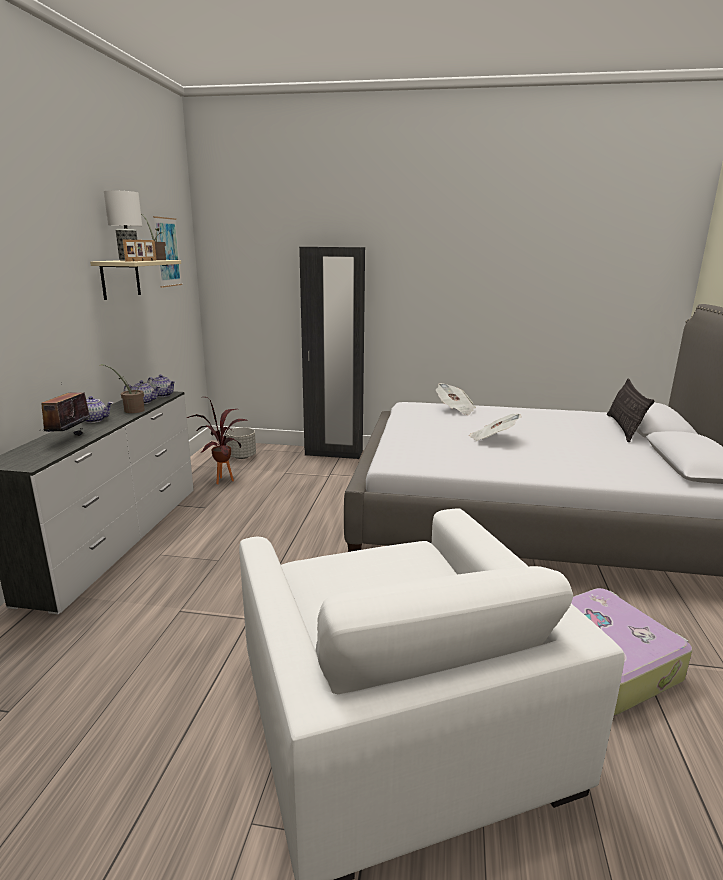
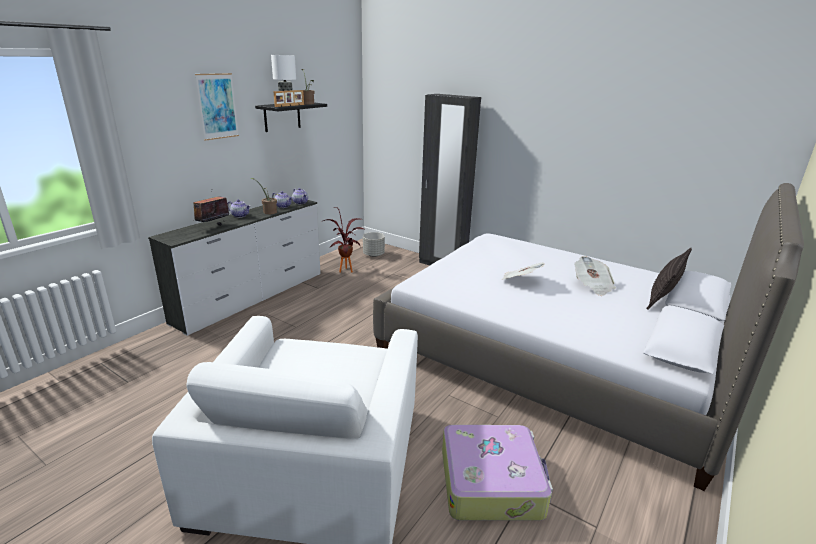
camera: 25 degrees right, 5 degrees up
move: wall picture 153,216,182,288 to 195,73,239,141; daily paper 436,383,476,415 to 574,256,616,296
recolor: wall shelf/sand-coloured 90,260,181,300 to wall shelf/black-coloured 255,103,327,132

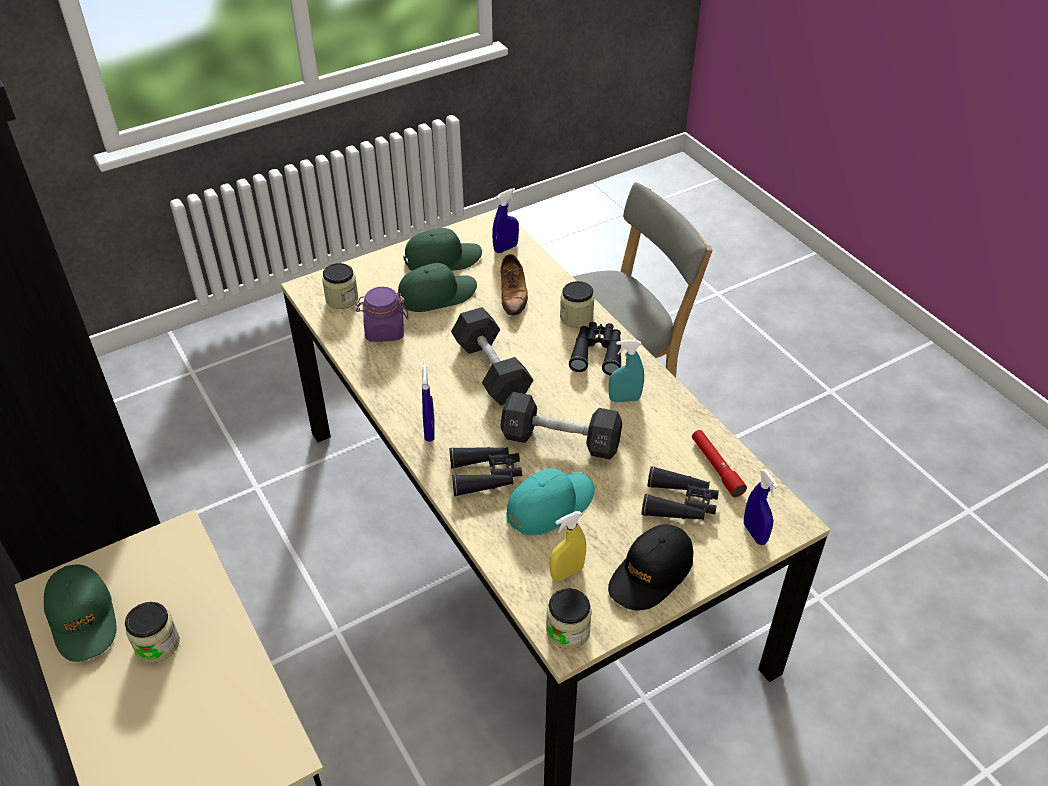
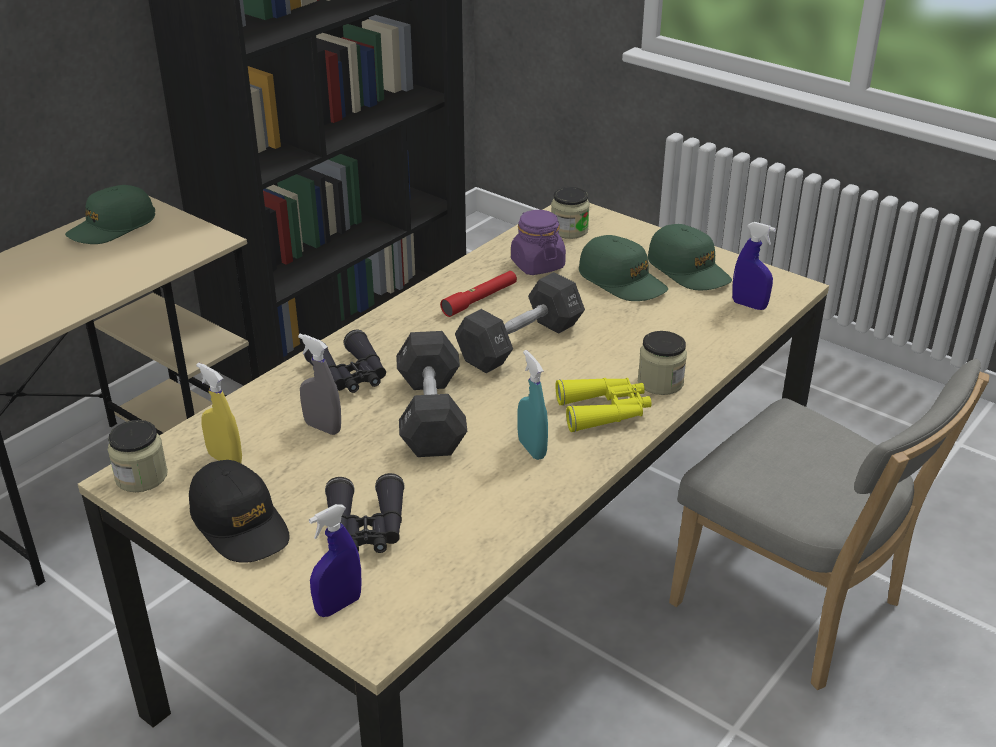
camera: 70 degrees right, 10 degrees down
delete: jar 125,602,180,663; spray bottle/blue-coloured 422,364,435,442; item of footwear 501,254,528,316
move: torch/red 692,430,747,497 to 440,271,517,317
replace: baseball cap/turquoise 507,468,595,535 to spray bottle/greyish 298,334,341,435
recolor: binoculars/black-coloured 569,322,621,376 to binoculars/yellow 555,378,652,432
rotate: baseball cap/black-coloured 608,524,693,610 = 189,460,290,563 150 degrees counterclockwise

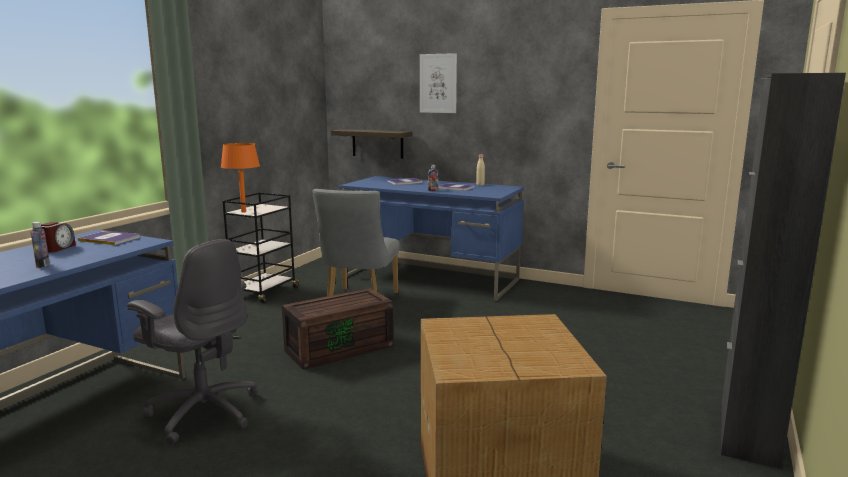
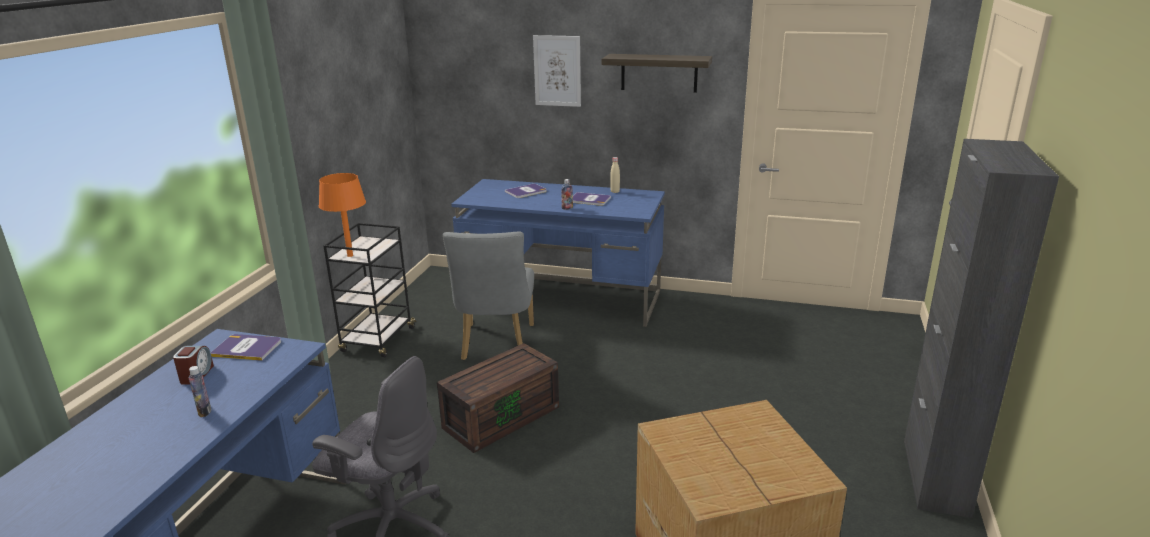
camera: 10 degrees left, 10 degrees up
move: wall shelf 331,129,412,159 to 602,54,712,93

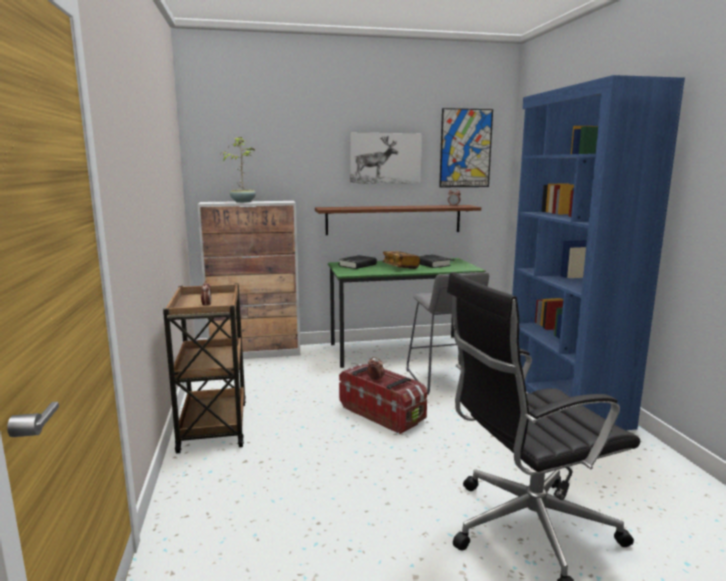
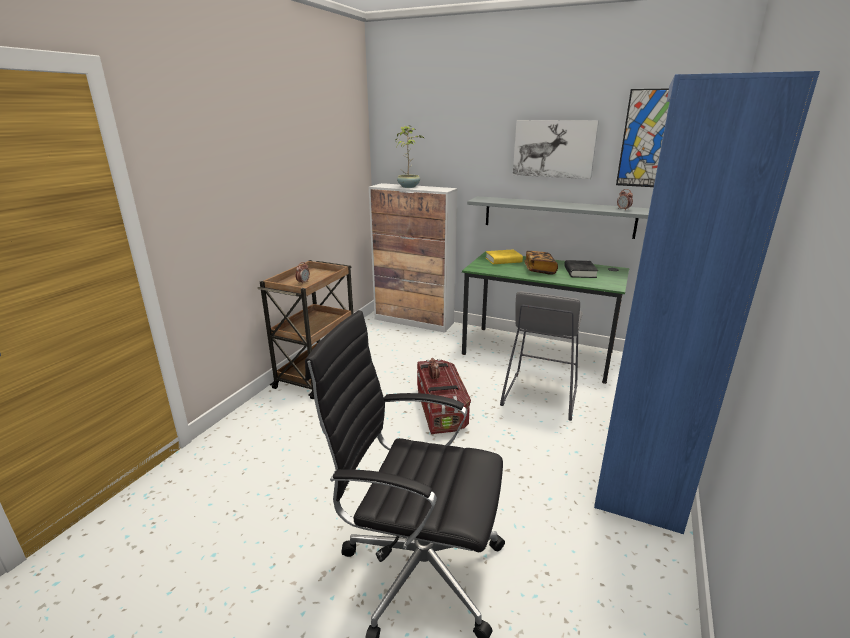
camera: 35 degrees right, 10 degrees up
recolor: wall shelf/brownish 315,205,481,235 to wall shelf/greyish 467,196,650,239; book/black-coloured 339,255,377,269 to book/yellow 486,249,523,264

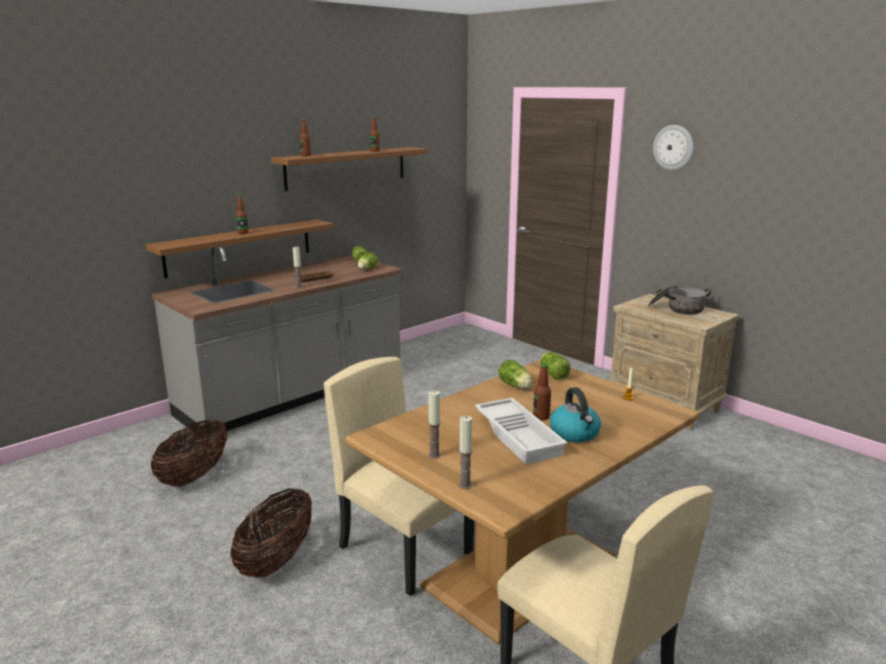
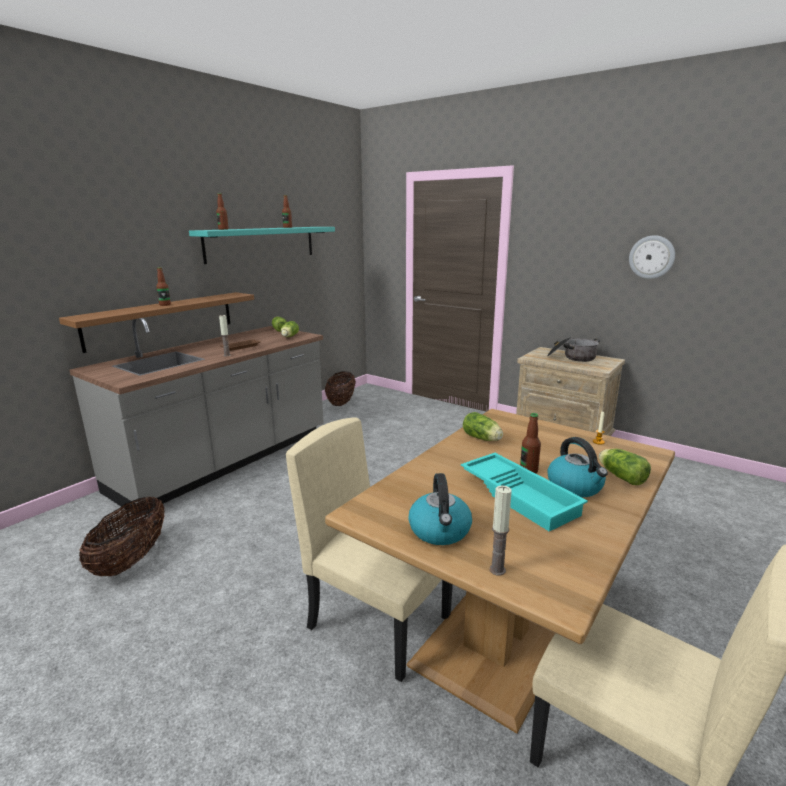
camera: 10 degrees left, 0 degrees up
move: basket 230,488,312,578 to 325,371,356,406; head of lettuce 541,352,570,380 to 599,449,651,485; clock on the wall 653,125,693,170 to 629,235,675,279
replace: wax candle 428,390,441,459 to tea kettle 408,473,472,545
recolor: wall shelf/brownish 271,147,429,191 to wall shelf/turquoise 189,227,335,264; tray/white-coloured 475,398,568,464 to tray/turquoise 461,453,588,532

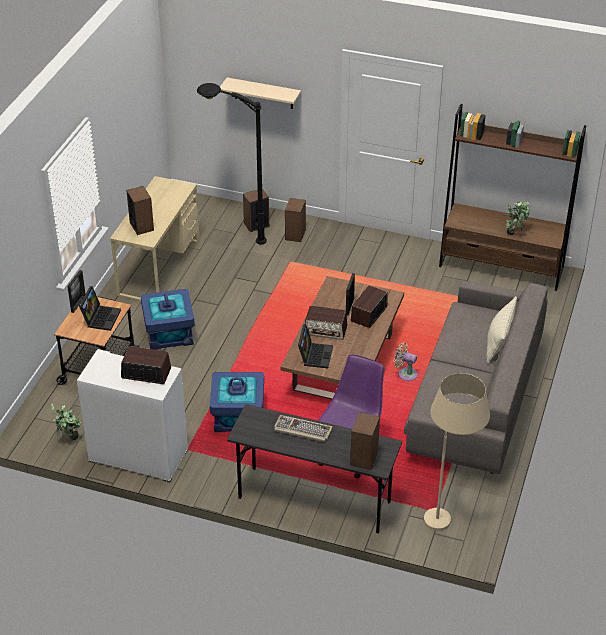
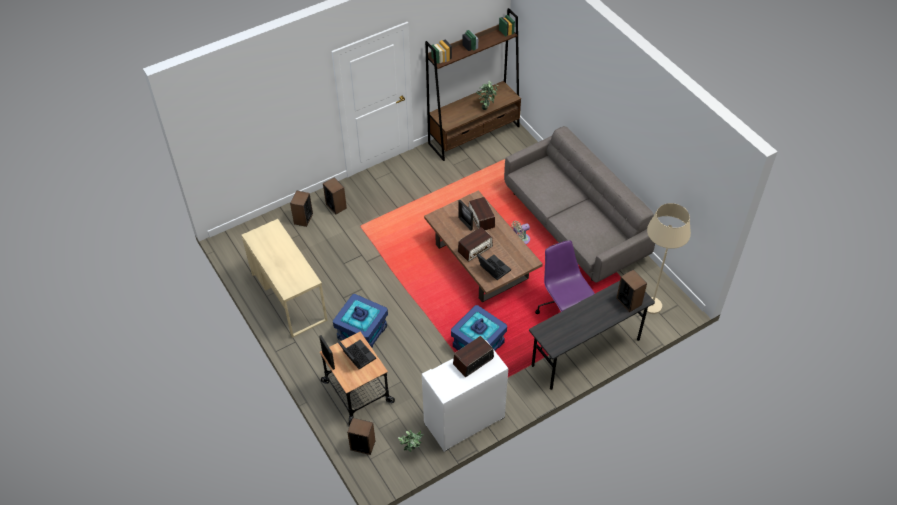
camera: 50 degrees left, 10 degrees up
delete: standing lamp/black-coloured 197,83,267,245; wall shelf/sand-coloured 220,77,301,109; keyboard 274,415,333,442; cushion/sand-coloured 486,296,517,363
move: speaker 126,186,154,235 to 347,418,375,455

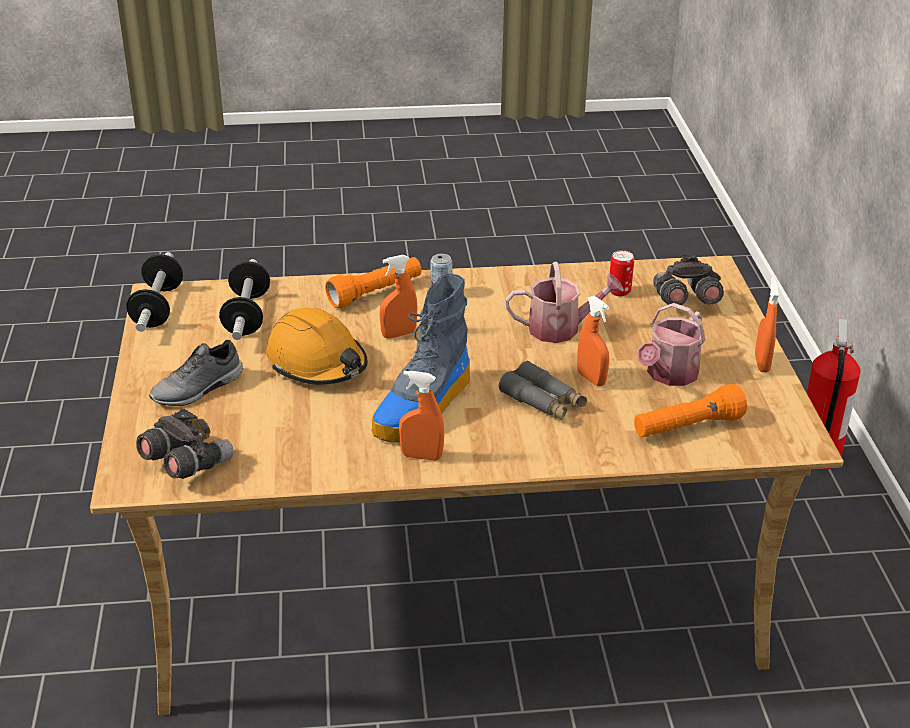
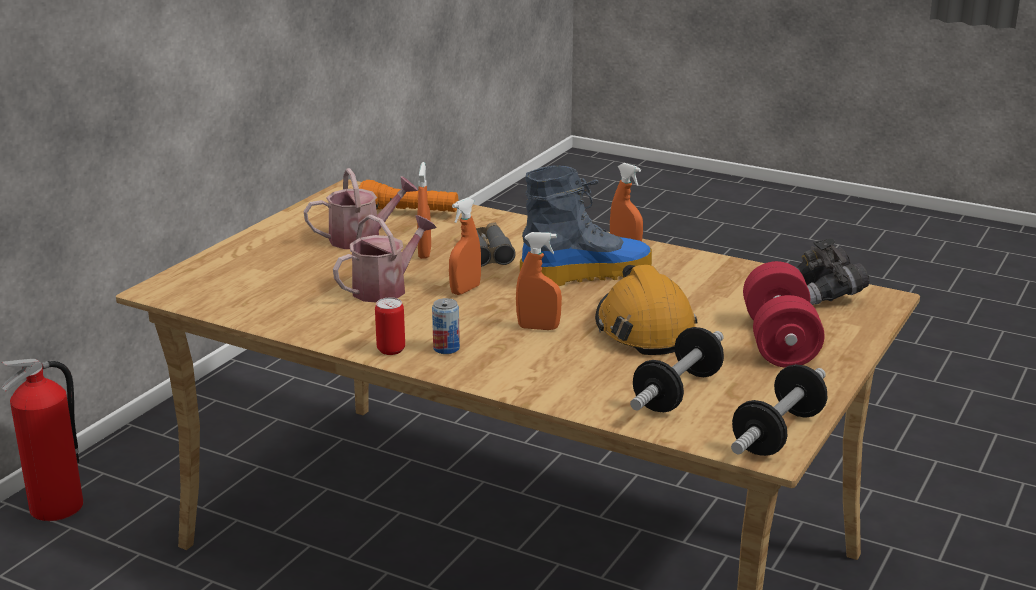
camera: 145 degrees left, 10 degrees down
delete: torch/orangey 325,257,421,308; binoculars/greyish 653,254,724,305
move: metal can 610,250,634,296 to 375,298,405,355; spray bottle/orangey 755,277,779,372 to 449,197,481,295
replace: item of footwear/greyish 149,340,243,406 to dumbbell/red 743,261,824,368
rotate: sprinkling can 506,262,624,343 = 333,215,436,302 105 degrees clockwise

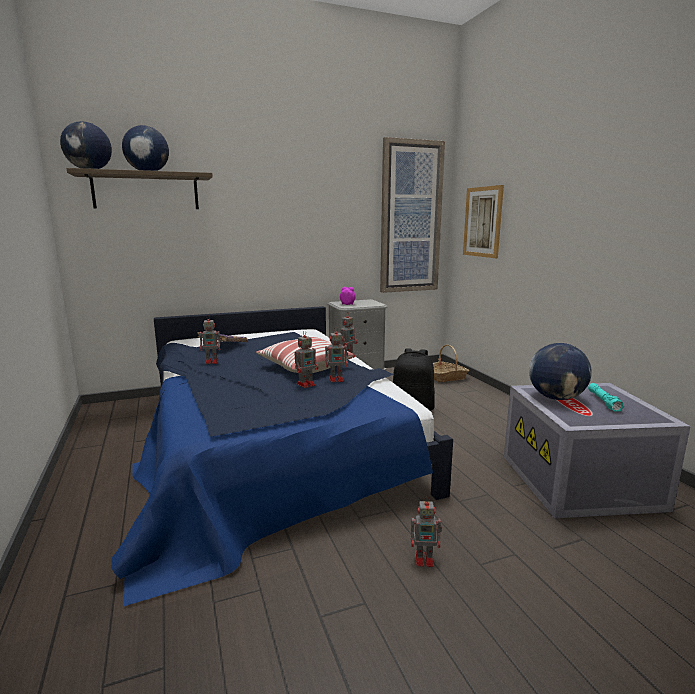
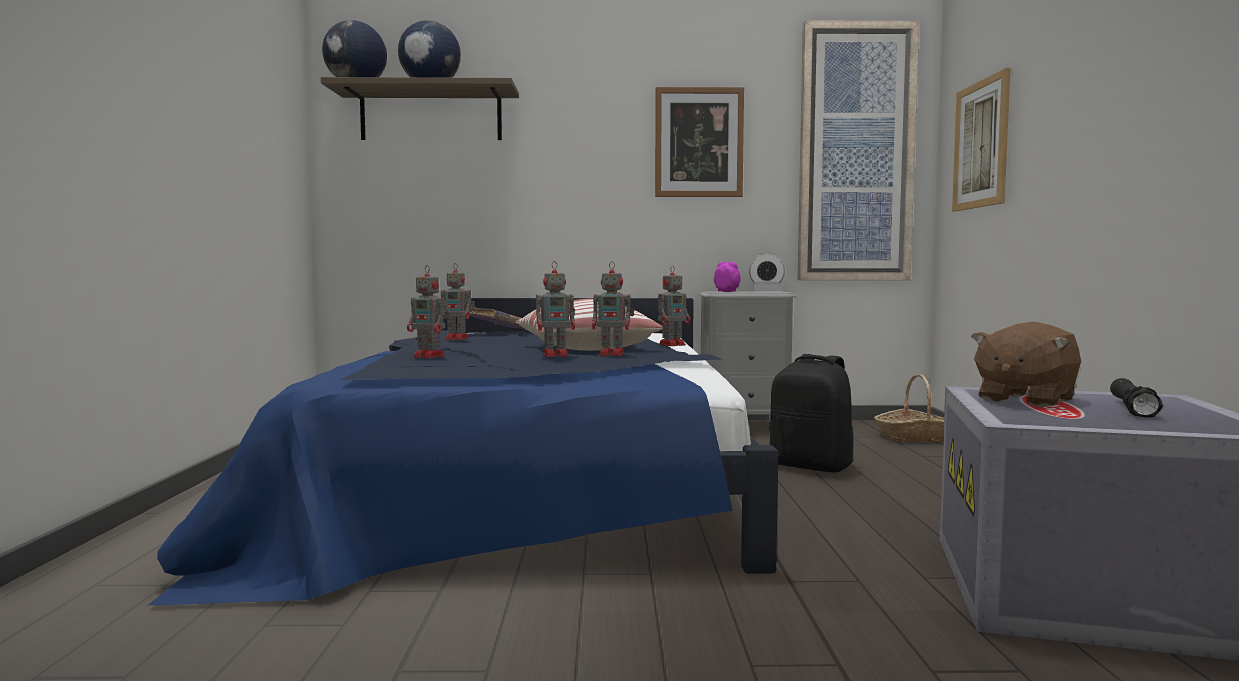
camera: 20 degrees right, 10 degrees down
insert: wall picture 655,87,744,197; alarm clock 749,253,785,291
move: model robot 411,496,442,567 to 407,265,450,358
replace: globe 529,343,592,400 to plush toy/brownish 971,322,1081,407
recolor: torch/turquoise 588,383,624,412 to torch/black-coloured 1110,378,1163,417

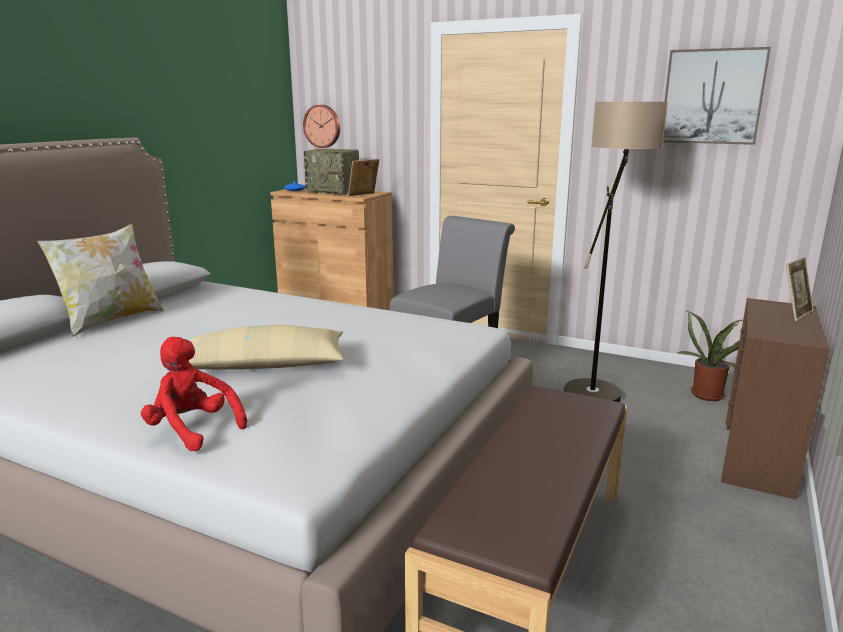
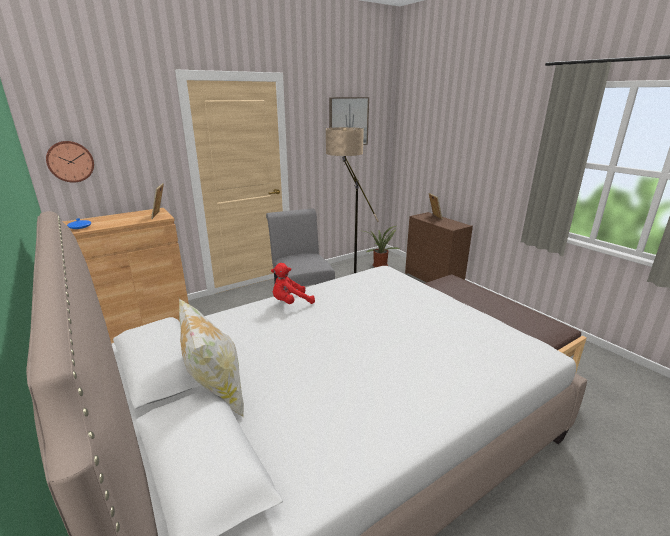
camera: 60 degrees left, 5 degrees up
delete: cushion/sand-coloured 189,325,344,370; radio set 304,149,359,195
move: plush toy/red 141,337,247,452 to 271,263,315,304

